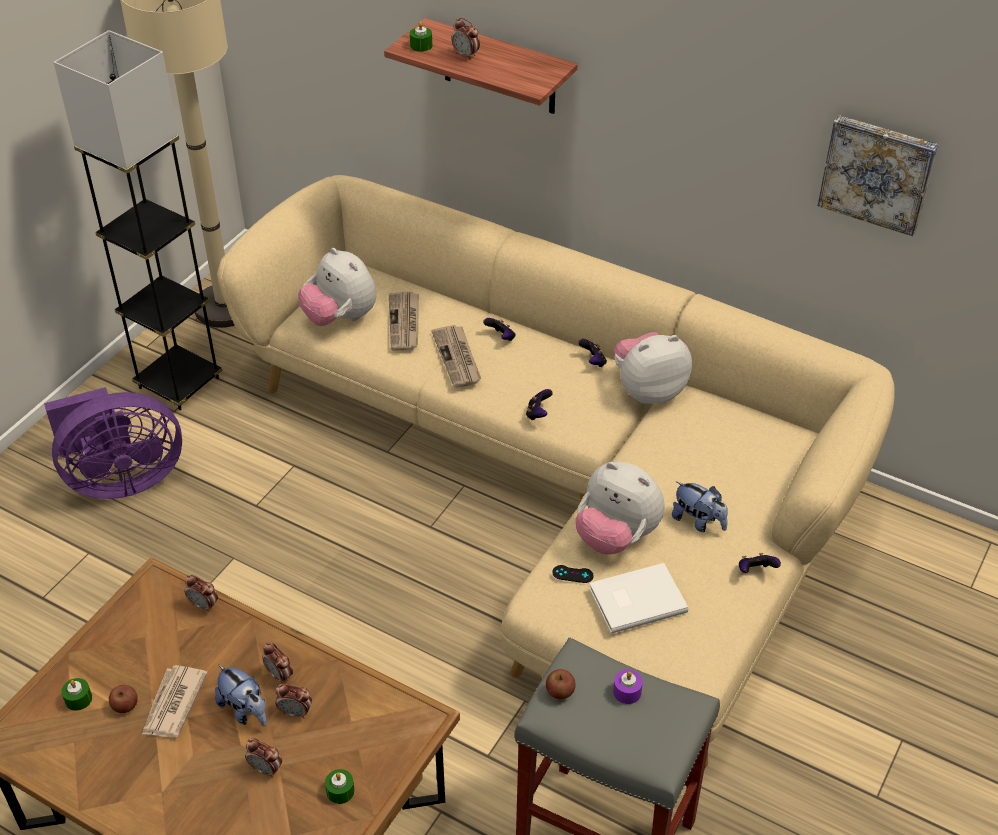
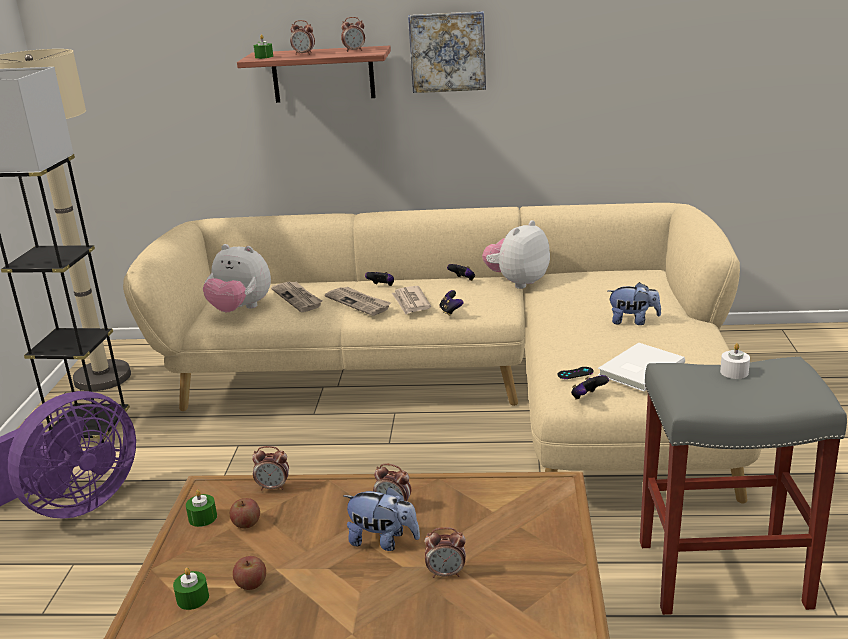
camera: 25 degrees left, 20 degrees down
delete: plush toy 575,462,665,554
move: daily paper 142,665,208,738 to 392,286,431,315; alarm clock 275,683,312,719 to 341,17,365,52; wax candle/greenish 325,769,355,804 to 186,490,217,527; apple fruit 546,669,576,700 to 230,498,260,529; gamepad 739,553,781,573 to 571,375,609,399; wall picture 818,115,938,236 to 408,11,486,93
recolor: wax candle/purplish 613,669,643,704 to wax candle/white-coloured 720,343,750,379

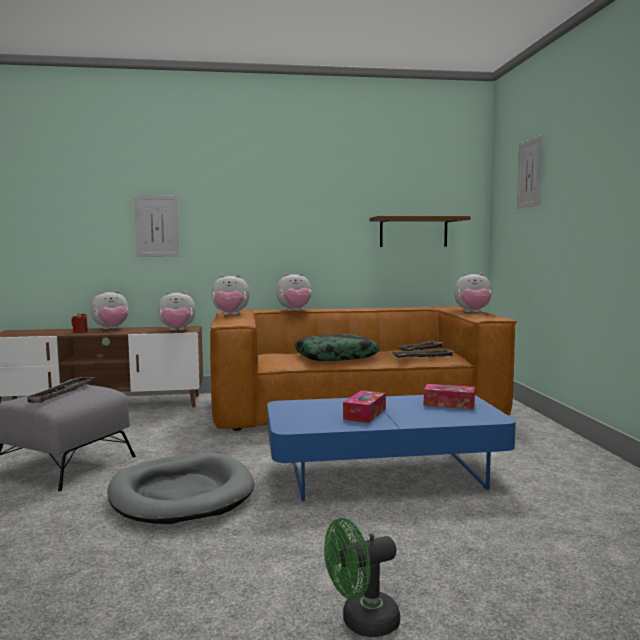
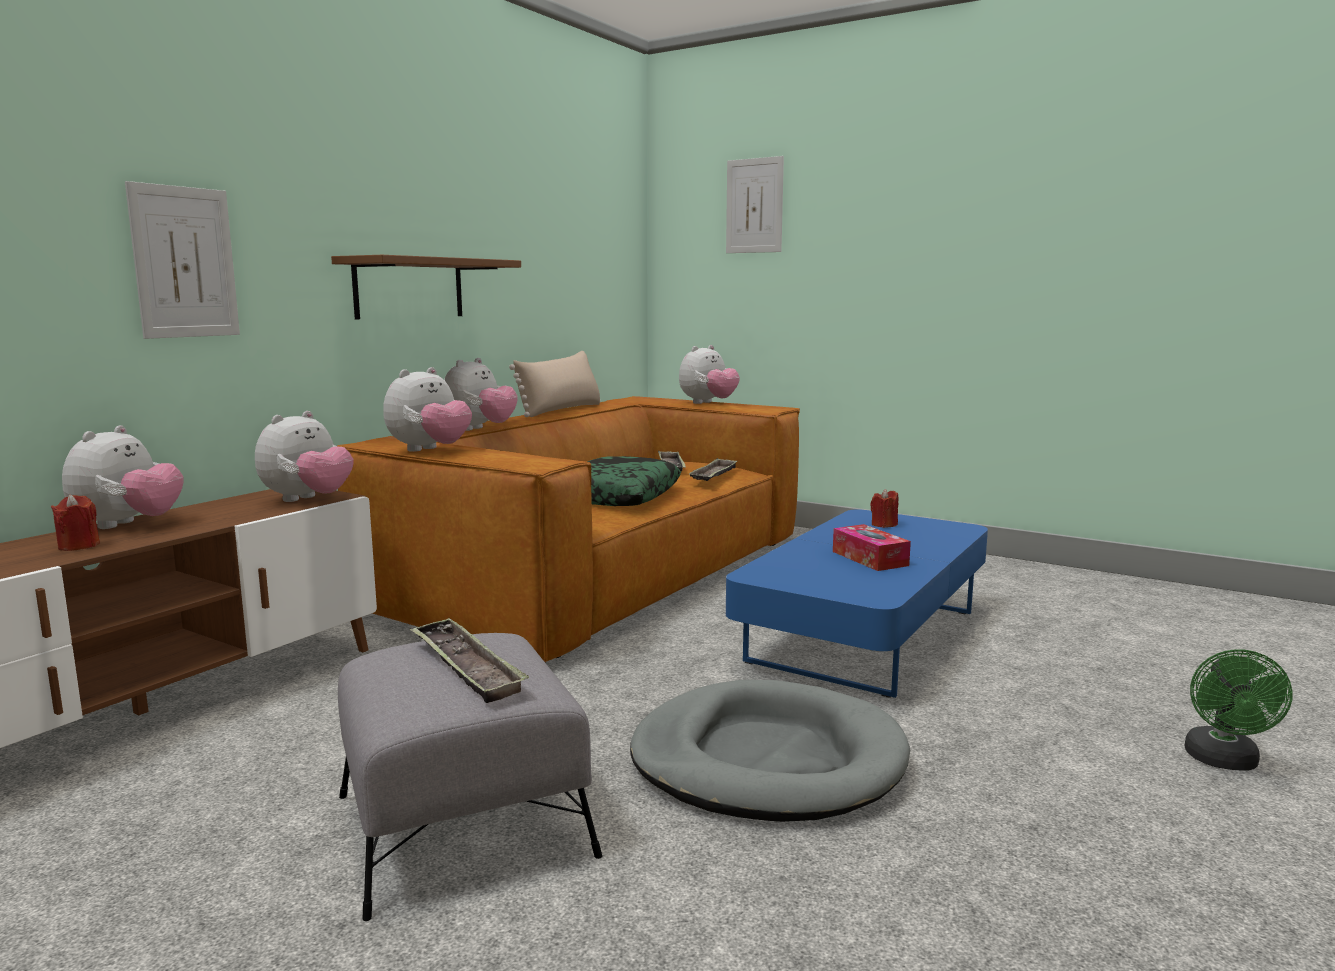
camera: 50 degrees left, 5 degrees up
insert: cushion/sand-coloured 509,351,601,417
move: wall shelf/brownish 370,216,470,247 to 331,255,521,319
replace: tissue box 424,384,475,409 to wax candle/red 870,489,898,528

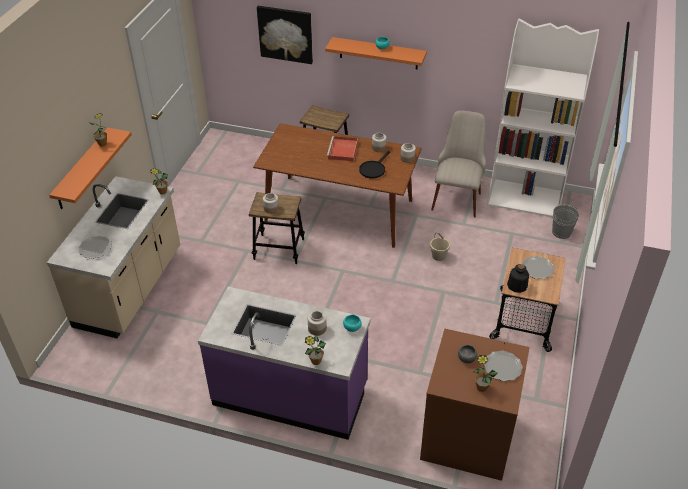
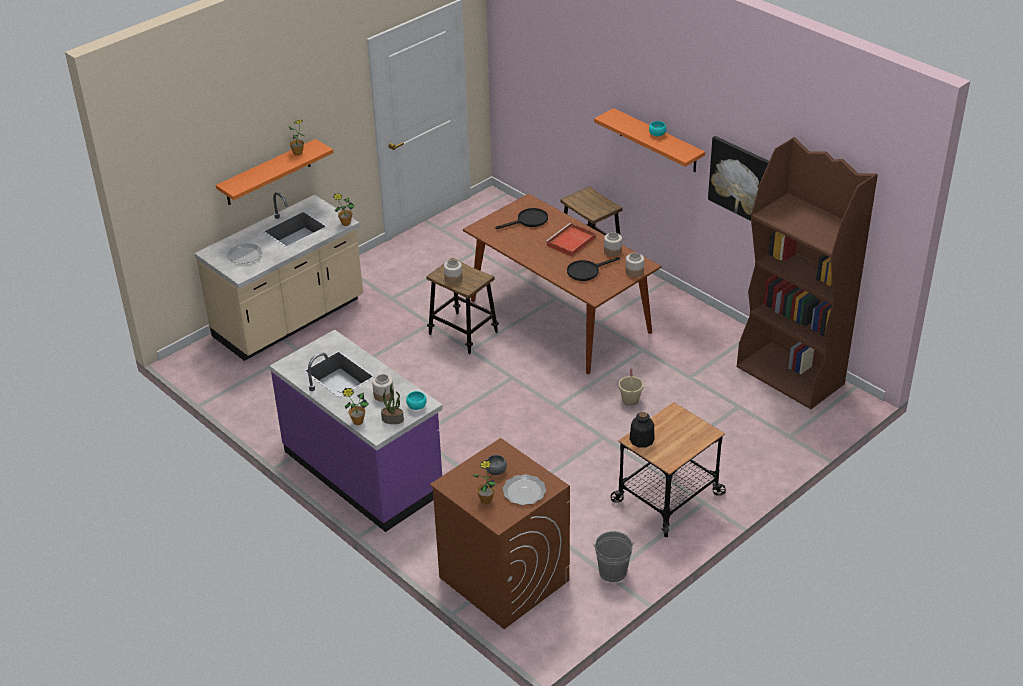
camera: 30 degrees right, 5 degrees down
delete: chair/sand-coloured 431,111,486,217; dinner plate 522,256,554,279
insert: plant in a pot 381,384,404,424; frying pan/black-coloured 495,208,548,229
move: wall picture 257,6,313,64 to 708,136,769,221; water bucket/greyish 552,205,579,239 to 593,531,635,582
recolor: shelving unit/white-coloured 487,18,599,217 to shelving unit/brownish 737,137,878,409

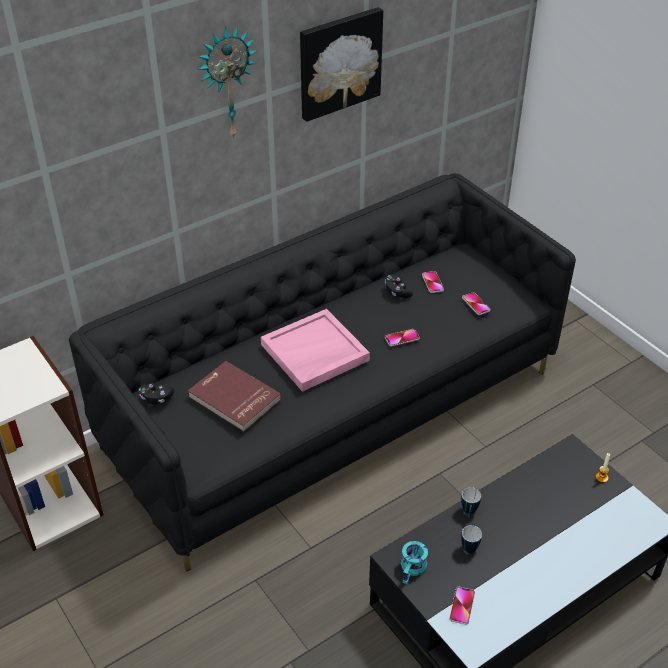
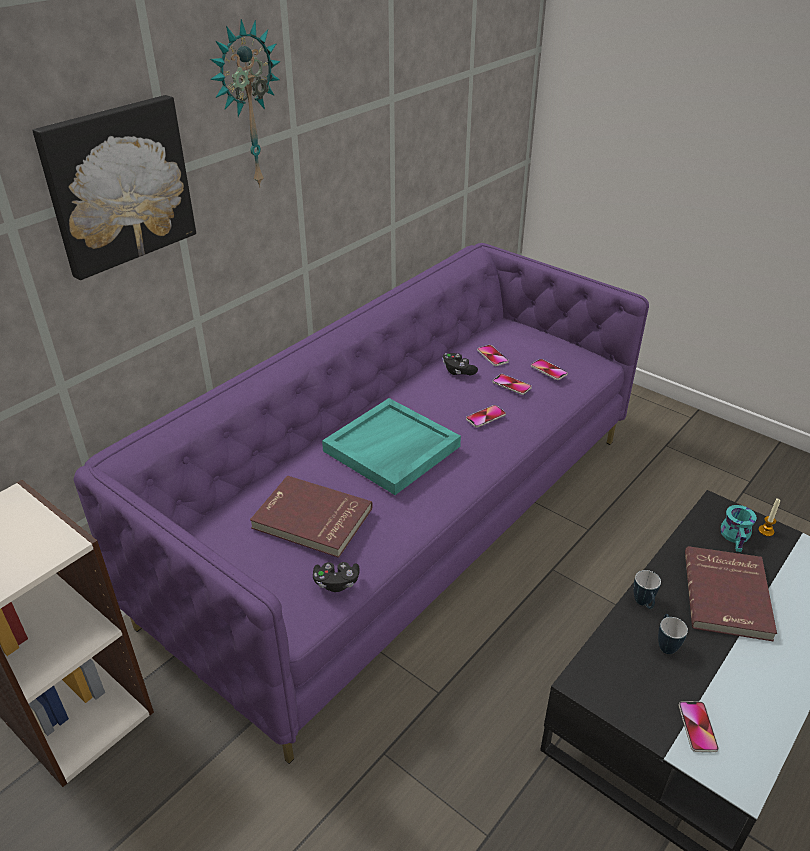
camera: 15 degrees left, 5 degrees down
insert: handset 493,374,532,395; book/red 685,546,777,642
move: gamepad/black-coloured 138,383,174,405 to 313,562,359,592; wall picture 300,7,383,122 to 32,95,196,280; tea mug/turquoise 401,541,428,584 to 721,505,757,552
recolor: couch/black-coloured 69,173,576,571 to couch/purplish 73,243,649,764; tray/pinkish 261,309,370,392 to tray/turquoise 322,398,461,495

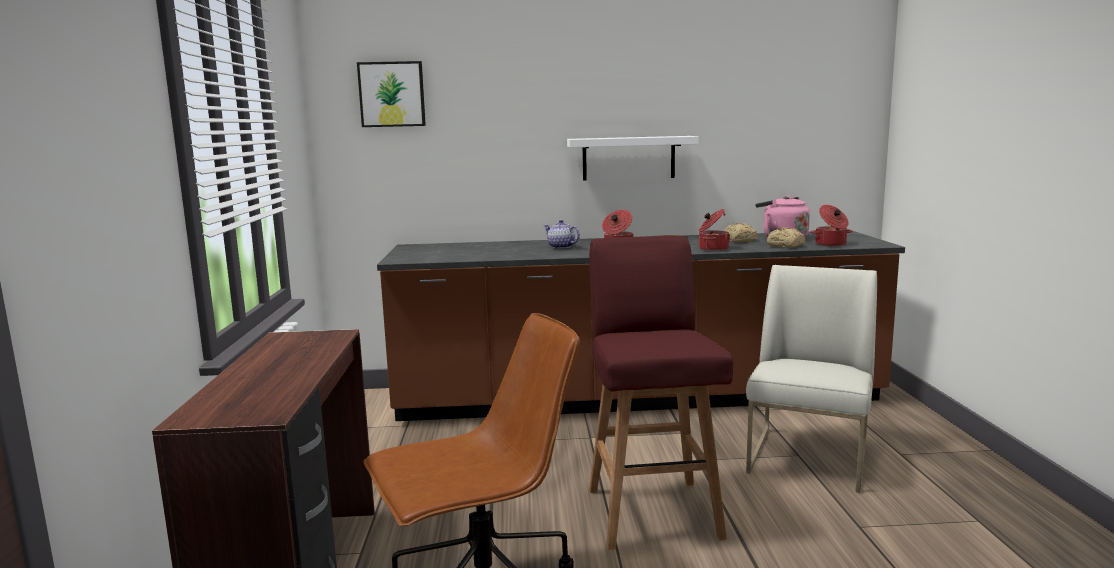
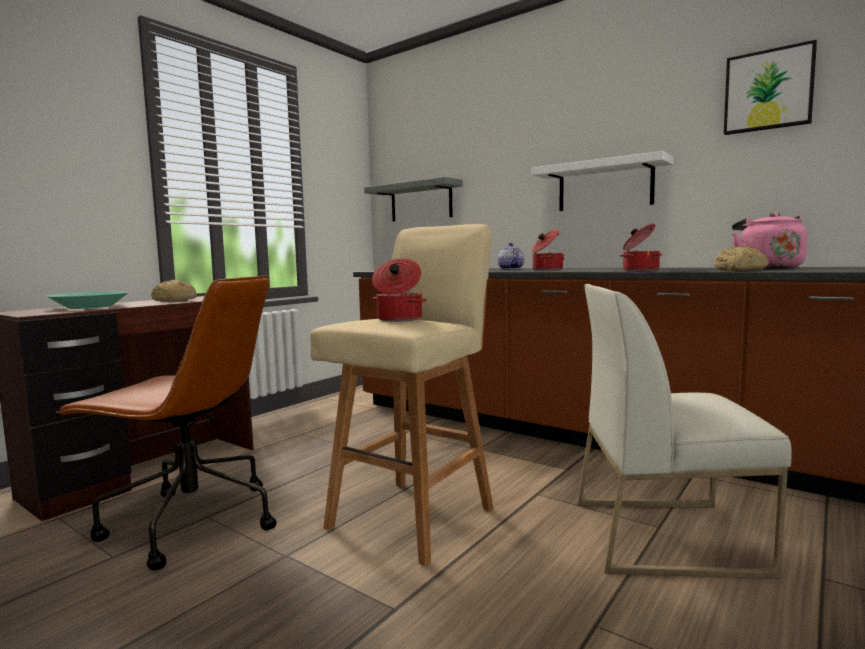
camera: 40 degrees right, 5 degrees down
insert: serving bowl/turquoise 46,291,129,309; wall shelf/greyish 364,177,463,222
move: wall picture 357,61,426,127 to 724,40,817,135; baked bread 724,223,758,243 to 151,280,197,301; saucepot 811,205,853,247 to 372,258,427,322
recolor: sitting stool/red 589,235,733,550 to sitting stool/sand-coloured 310,224,493,566
rotate: chair/white-coloured 746,265,877,493 = 577,284,792,579 150 degrees counterclockwise

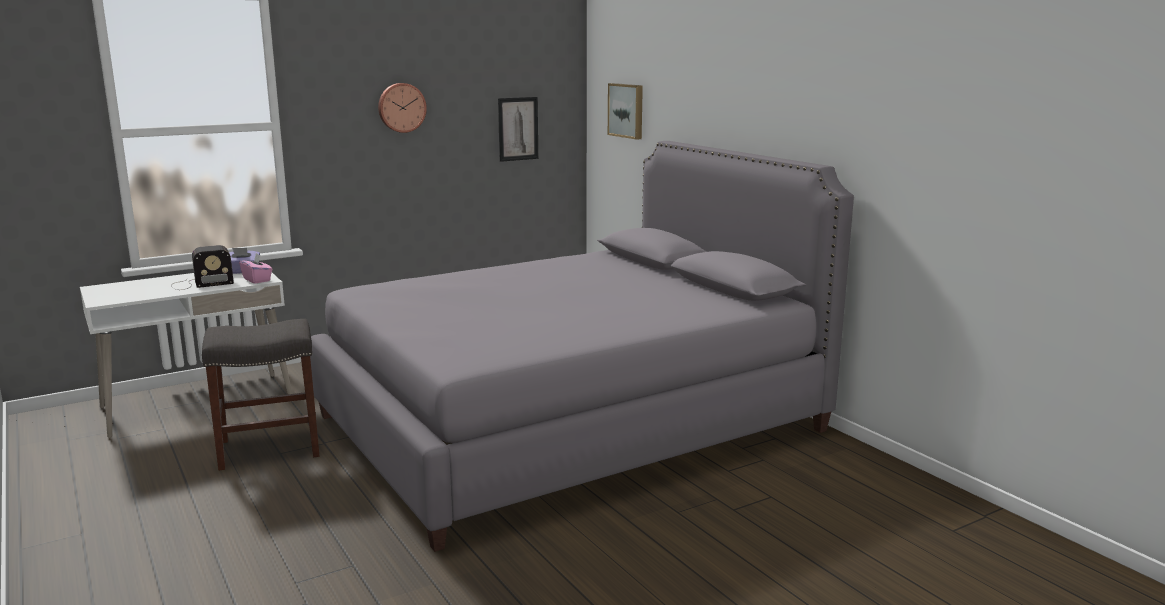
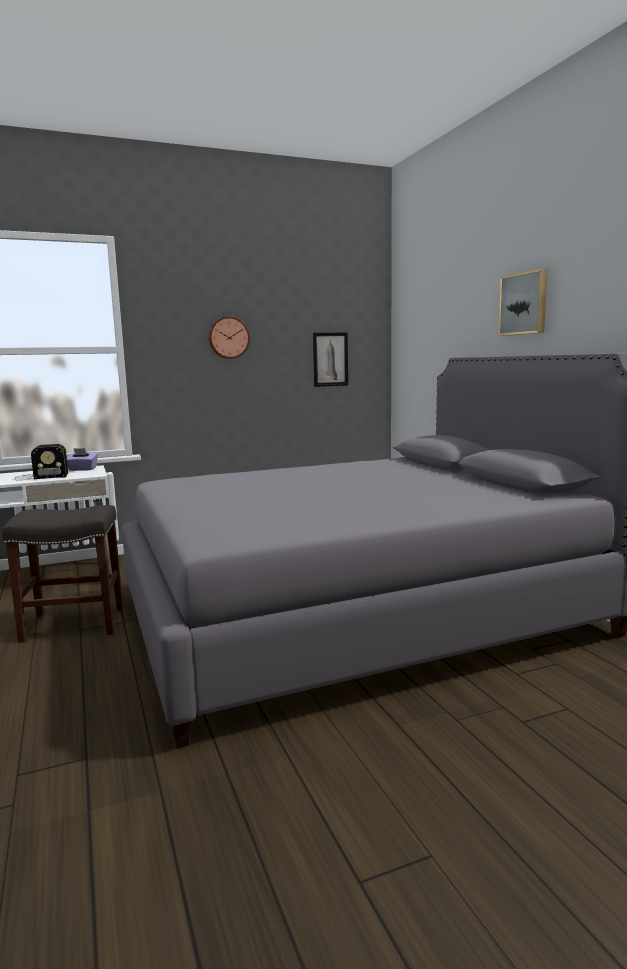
camera: 10 degrees right, 5 degrees down
delete: tissue box/pinkish 239,253,272,284
move: wall picture 608,83,643,140 to 498,269,548,336

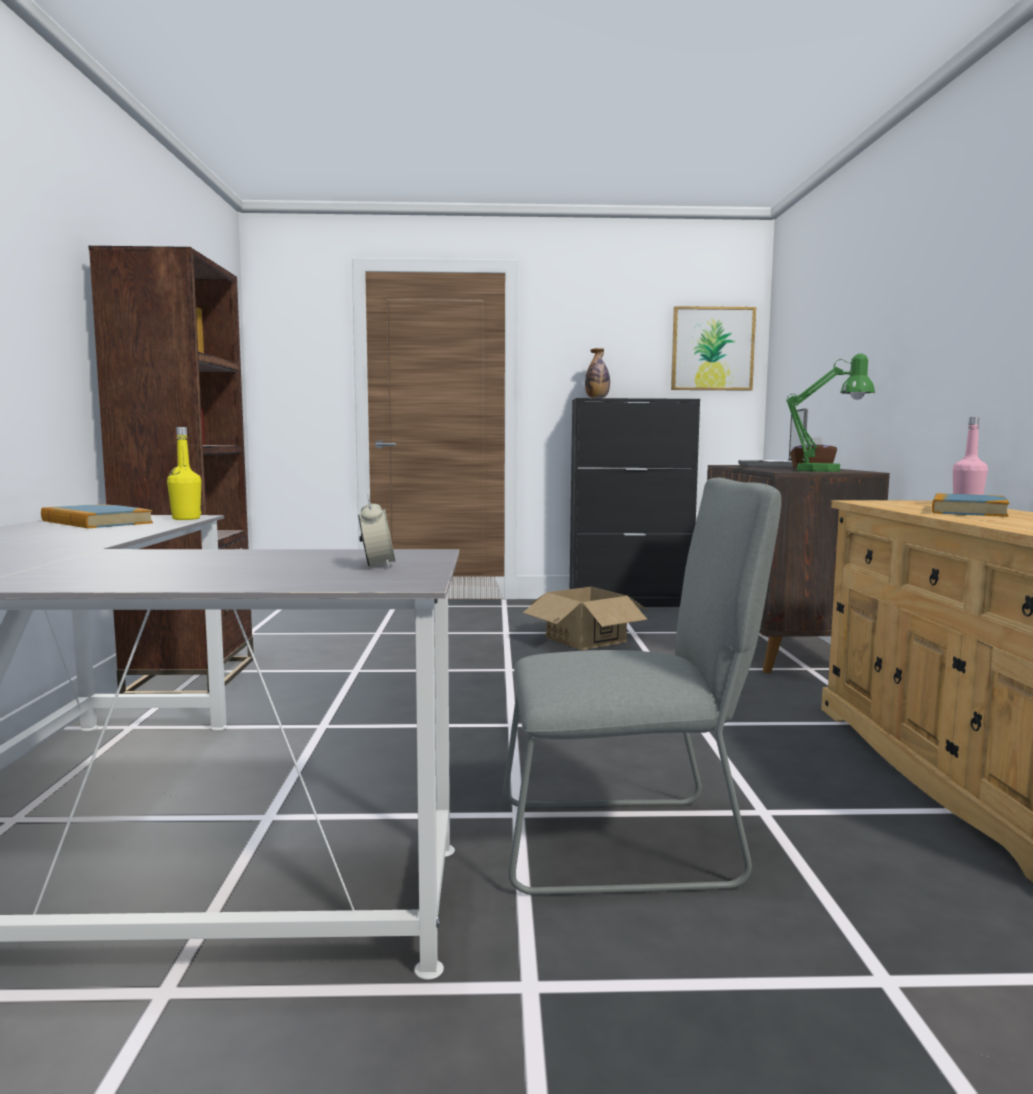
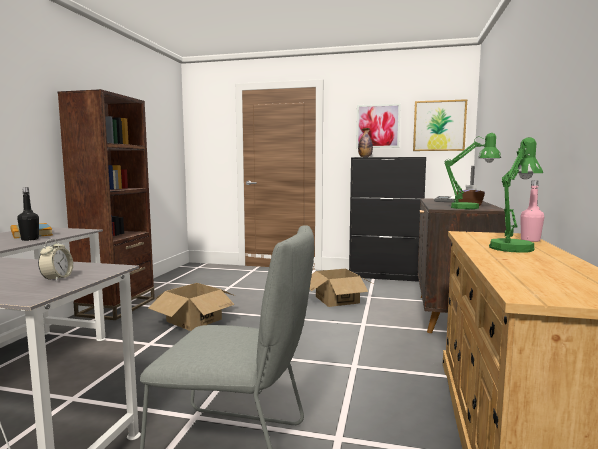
camera: 15 degrees right, 0 degrees up
delete: drink bottle/yellow 167,427,201,520
insert: drink bottle/black-coloured 17,187,39,241; cardboard box 148,283,235,331; wall picture 356,104,401,148
replace: book 932,493,1009,517 to lamp for a table/greenish 489,137,543,252

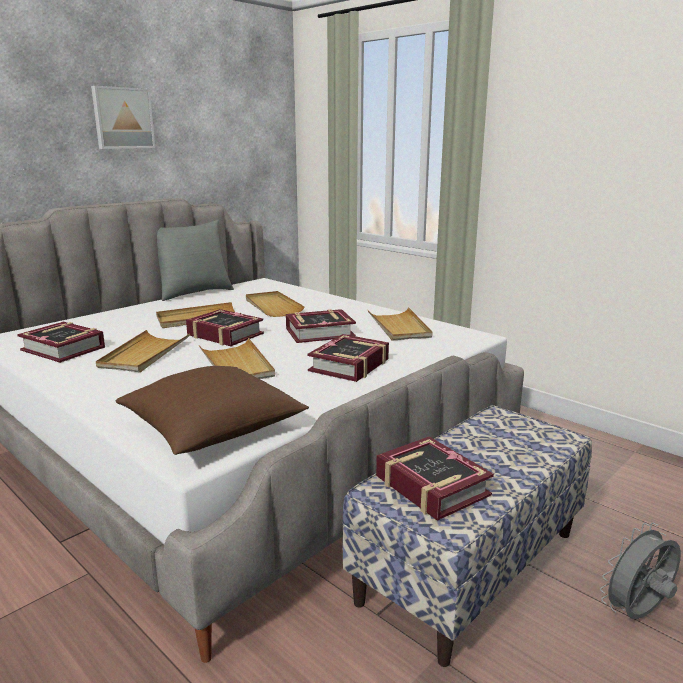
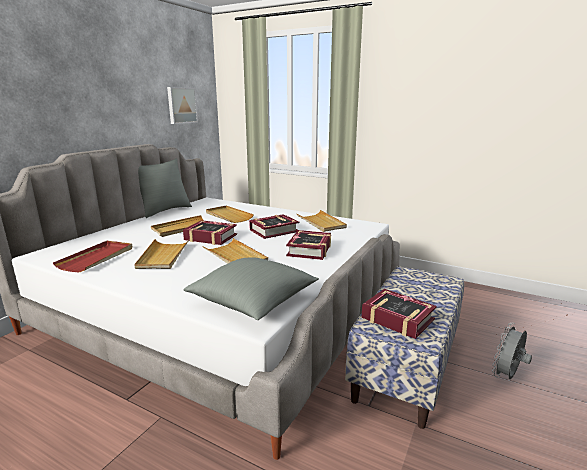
camera: 15 degrees left, 0 degrees up
move: wall picture 91,86,155,149 to 167,87,198,124
replace: book 17,322,105,363 to tray/red 53,241,132,272
recolor: cushion/brownish 115,366,309,455 to cushion/greyish 183,257,319,320

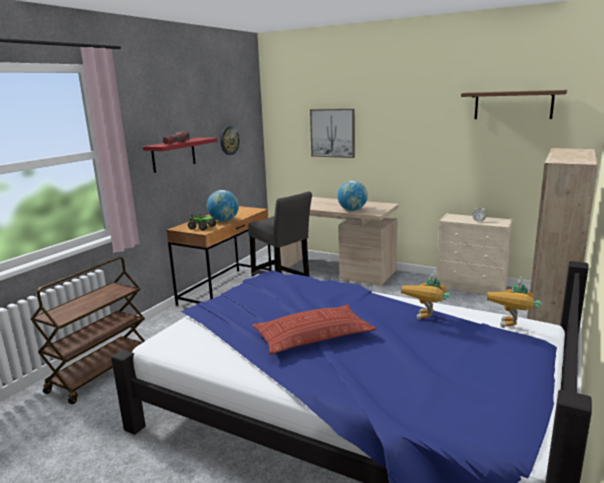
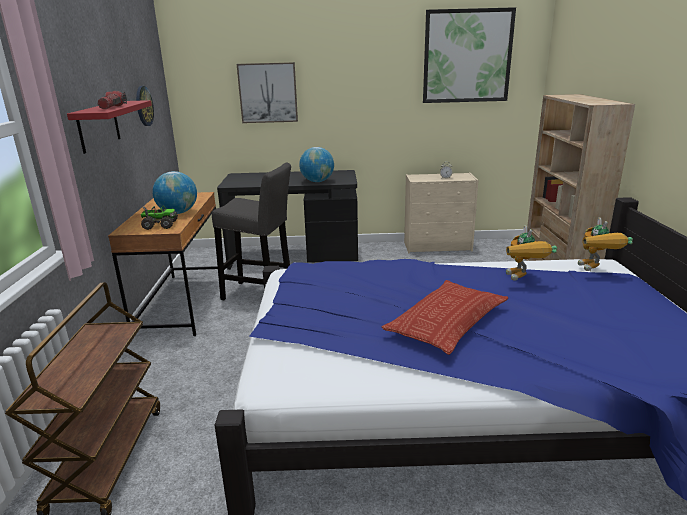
camera: 30 degrees left, 5 degrees up
replace: wall shelf/brownish 461,90,567,119 to wall picture 423,7,516,103
recolor: desk table/sand-coloured 280,197,399,285 to desk table/black-coloured 217,170,358,270

